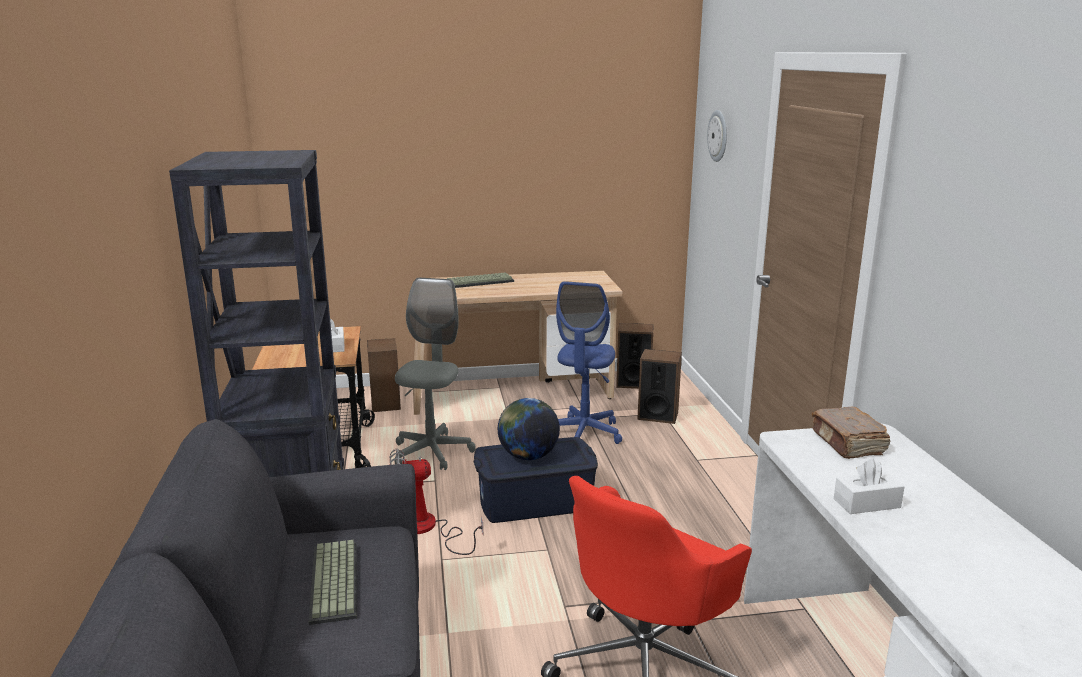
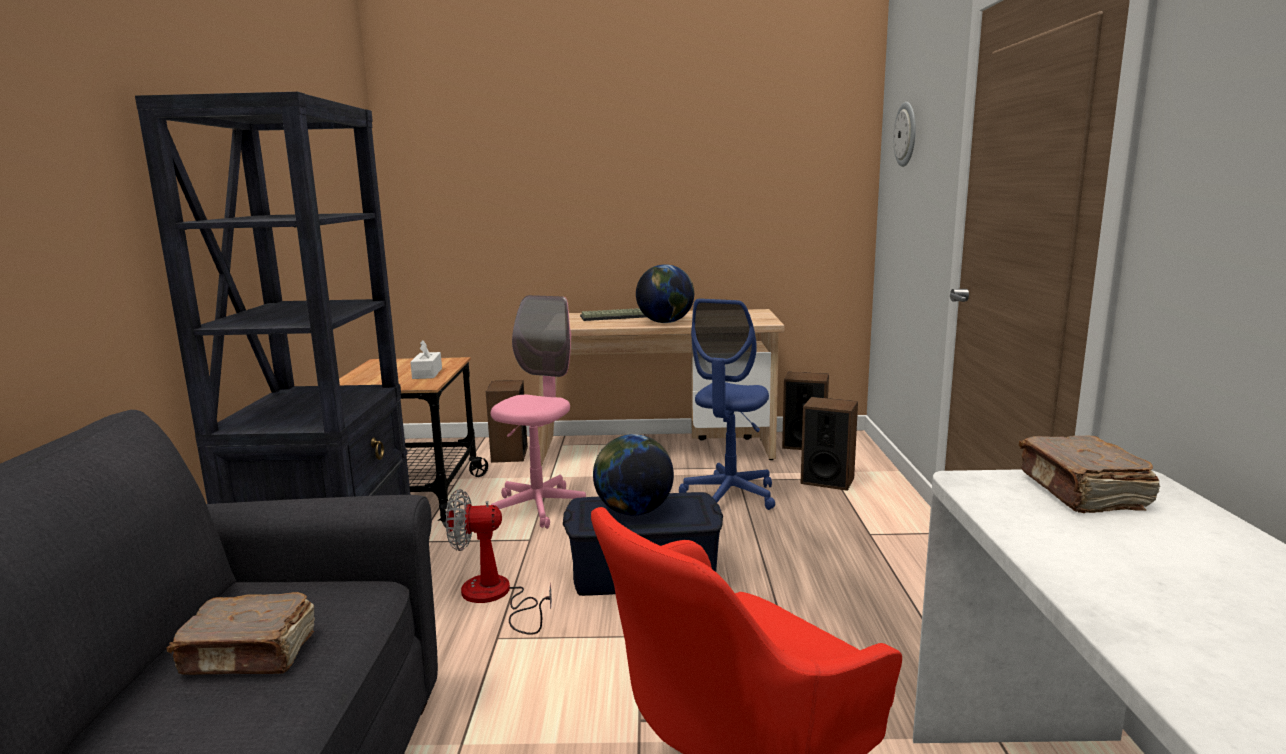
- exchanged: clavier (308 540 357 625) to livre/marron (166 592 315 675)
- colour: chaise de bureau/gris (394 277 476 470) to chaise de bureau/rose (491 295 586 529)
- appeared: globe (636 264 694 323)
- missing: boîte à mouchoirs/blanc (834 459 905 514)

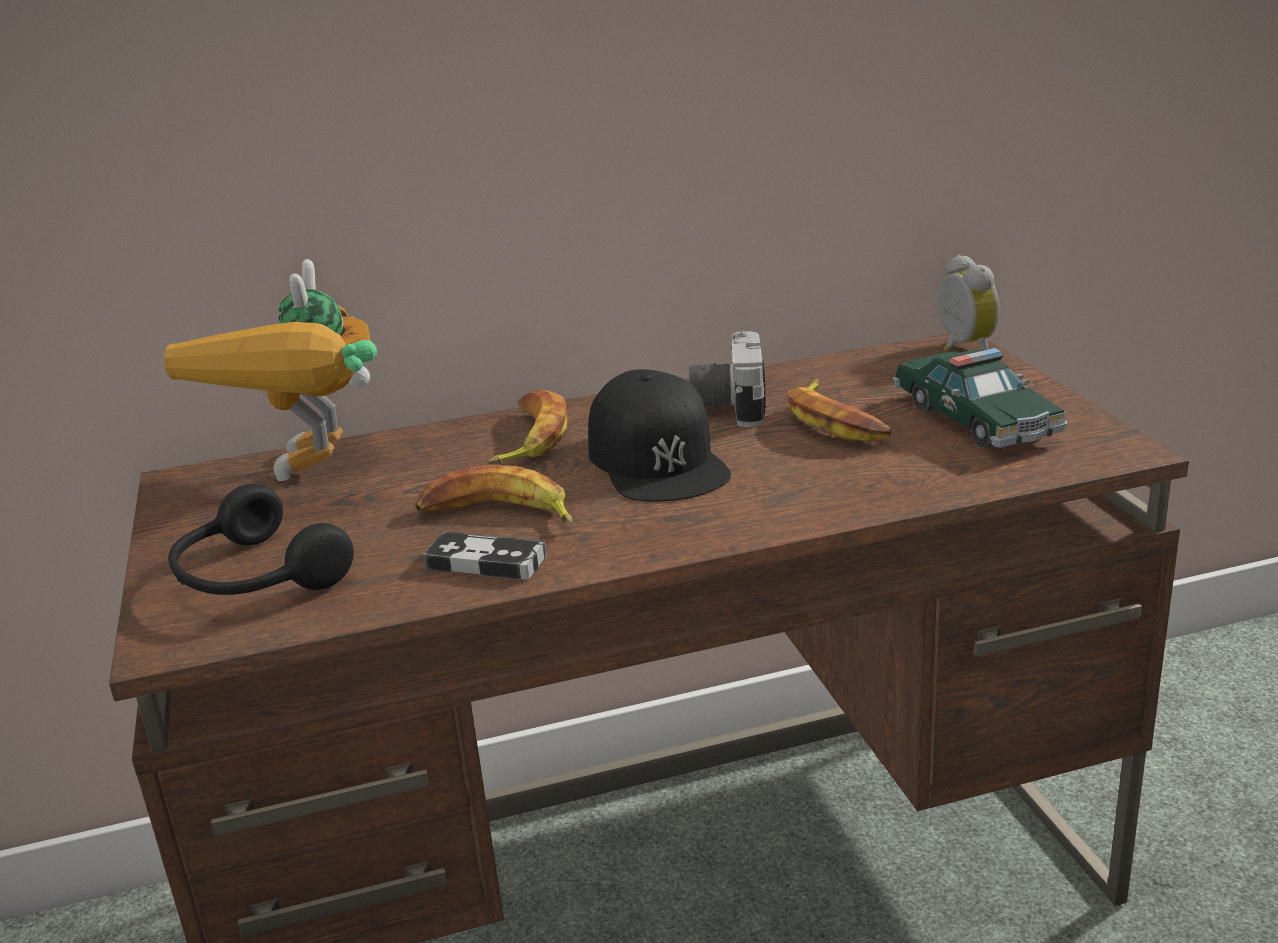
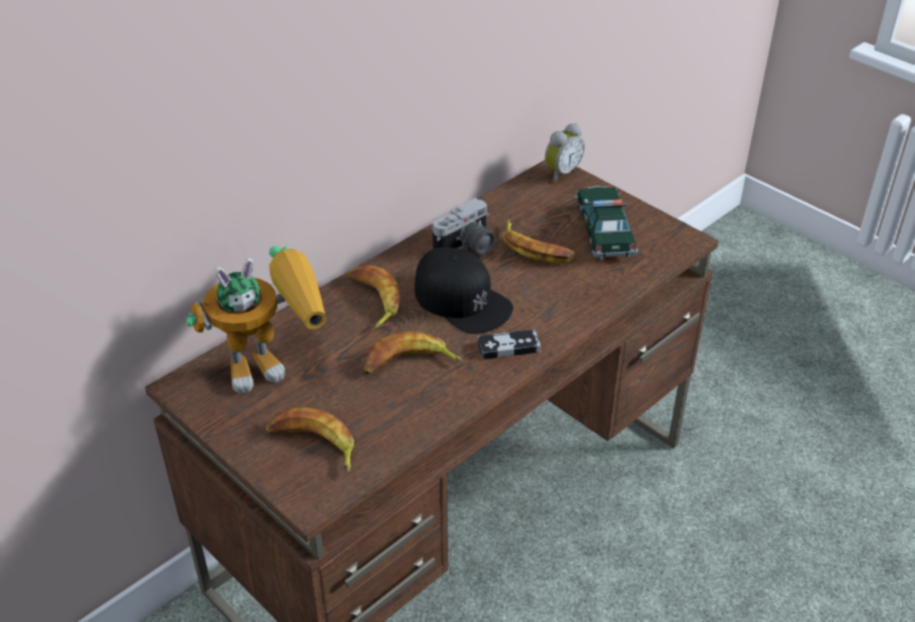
- spun: robot jouet (164 259 377 481) = (186 246 327 394) 90 degrees counterclockwise
- exchanged: casque audio/noir (168 484 354 595) to banane (265 407 354 473)
- spun: appareil photo (689 331 766 427) = (432 198 495 255) 105 degrees counterclockwise
- relocated: manette (423 531 547 580) to (477 329 541 360)
- spun: réveil (939 255 999 351) = (545 123 585 182) 90 degrees clockwise
- spun: petite voiture (893 348 1068 448) = (575 186 638 260) 135 degrees counterclockwise

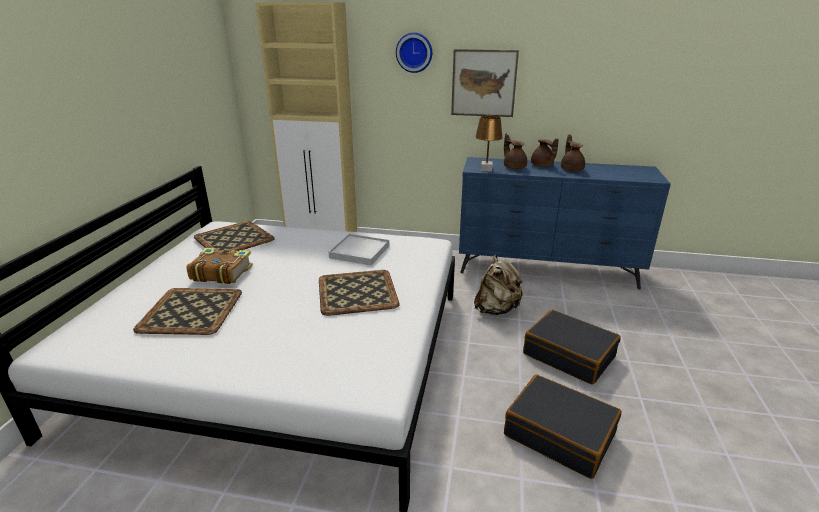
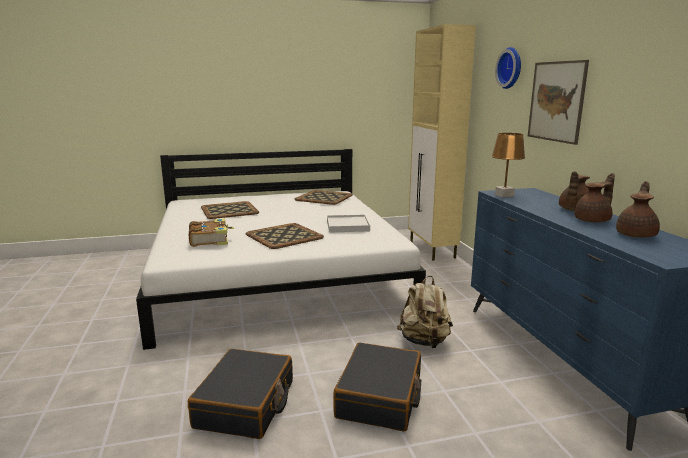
- relocated: livre (187 248 253 284) to (189 218 234 247)
- relocated: théière/marron (504 133 527 169) to (616 181 660 238)

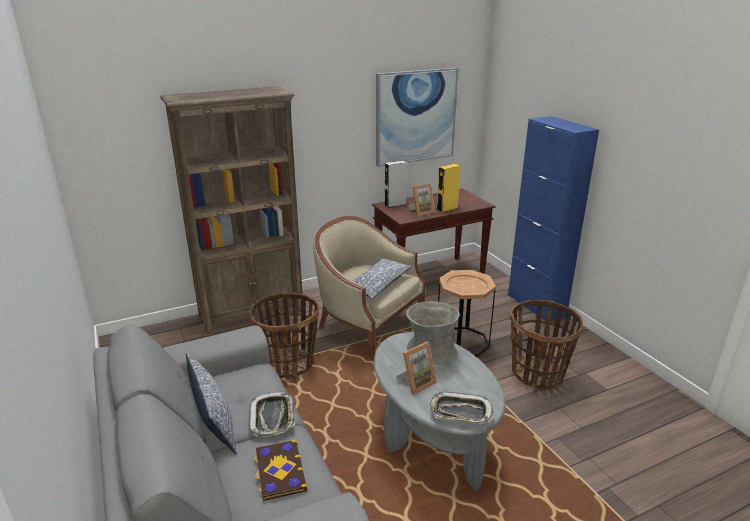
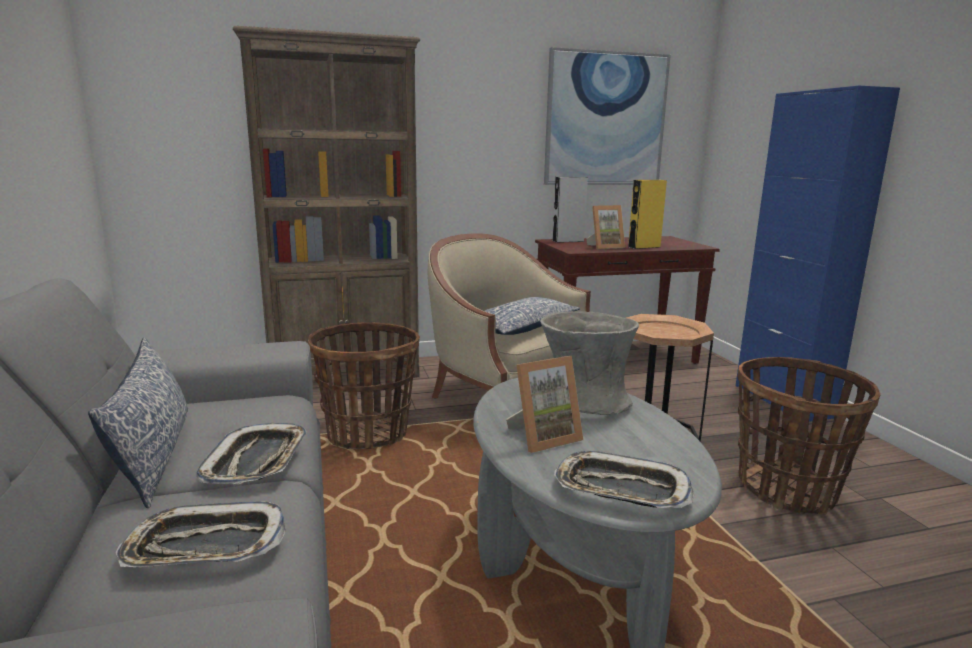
- exchanged: livre (252 440 308 501) to plateau (115 501 286 567)

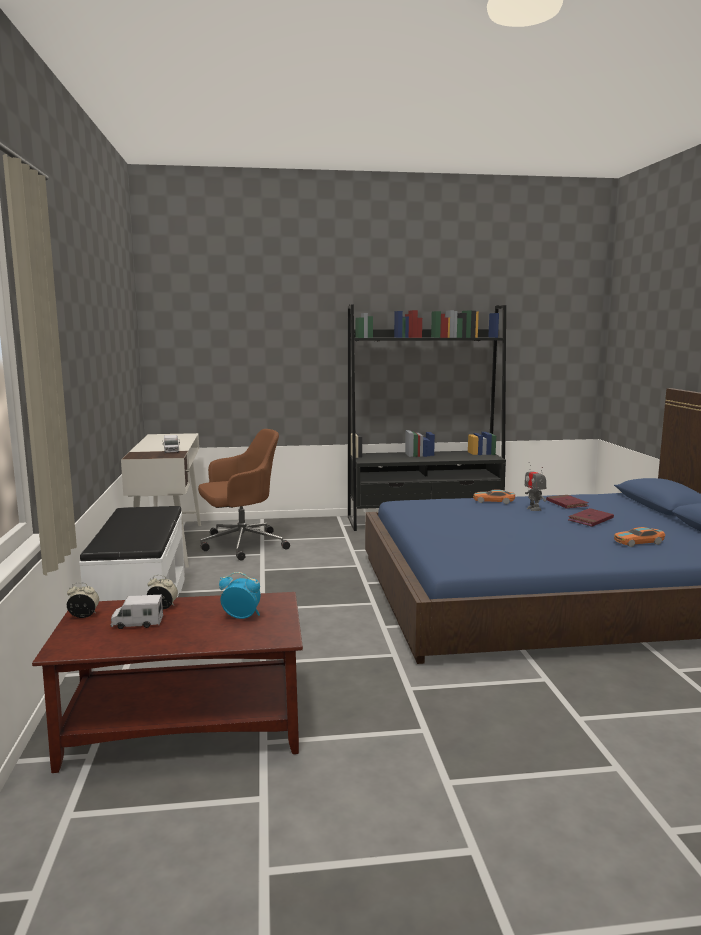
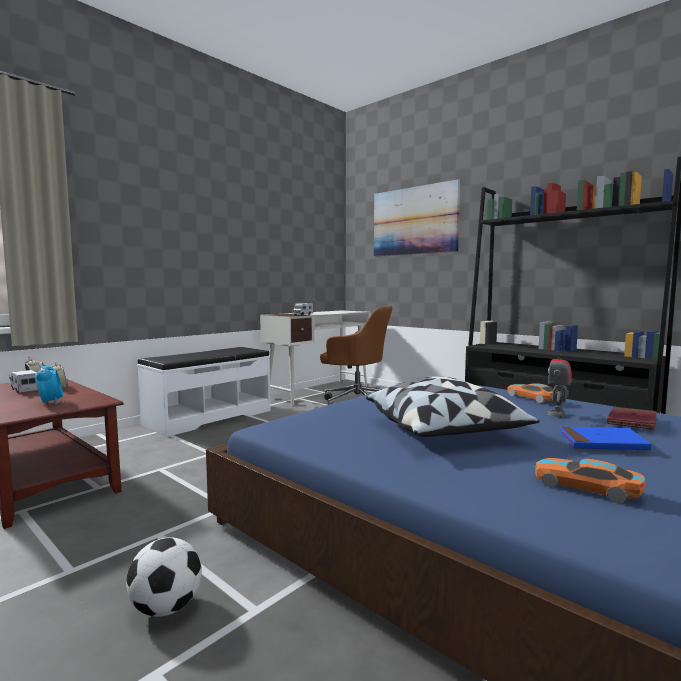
- appeared: ballon de foot (126 537 202 617)
- appeared: coussin (366 377 540 437)
- appeared: tableau (374 179 460 256)
- colour: livre/rouge (568 508 614 527) to livre/bleu (559 427 651 450)

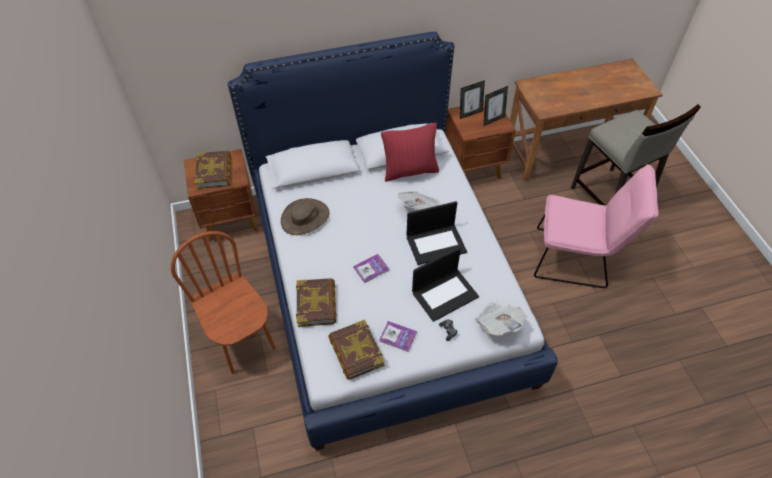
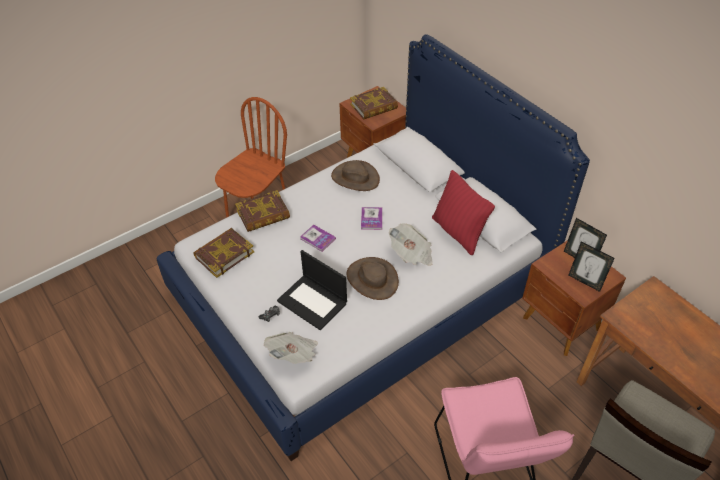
- exchanged: ordinateur portable (407 201 467 265) to chapeau/marron (347 257 399 300)
- relocated: livre (379 321 417 352) to (361 207 382 230)

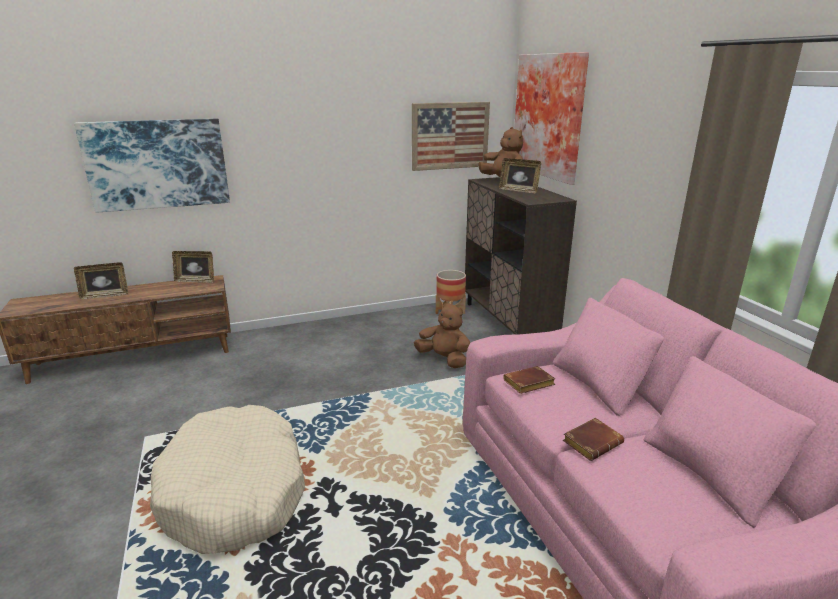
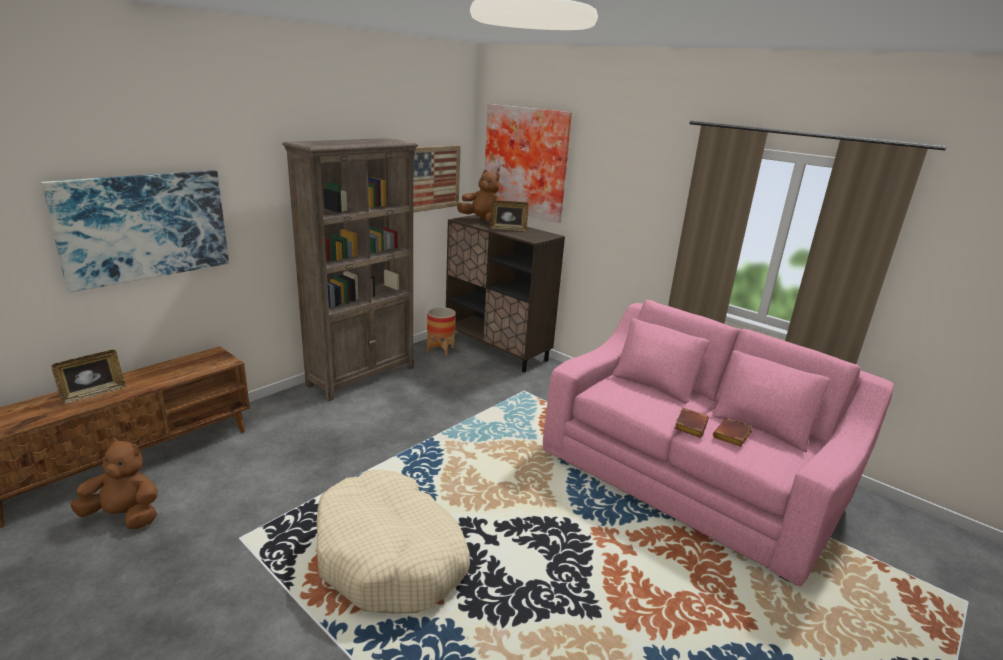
- relocated: peluche/marron (414 301 470 368) to (71 438 158 529)
- appeared: bibliothèque/marron (282 138 418 401)
- relocated: livre/marron (503 366 556 394) to (713 418 753 447)
- missing: cadre photo (172 251 214 283)

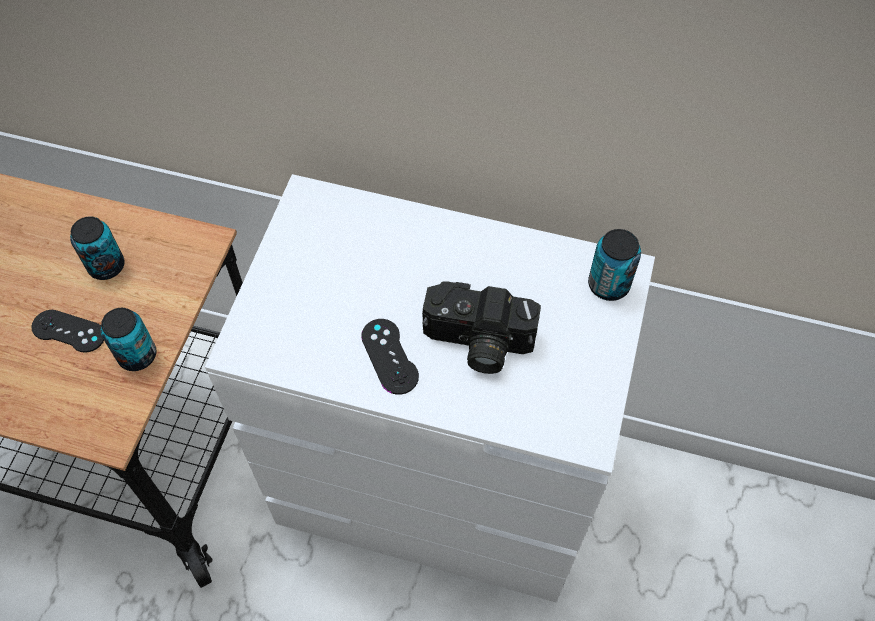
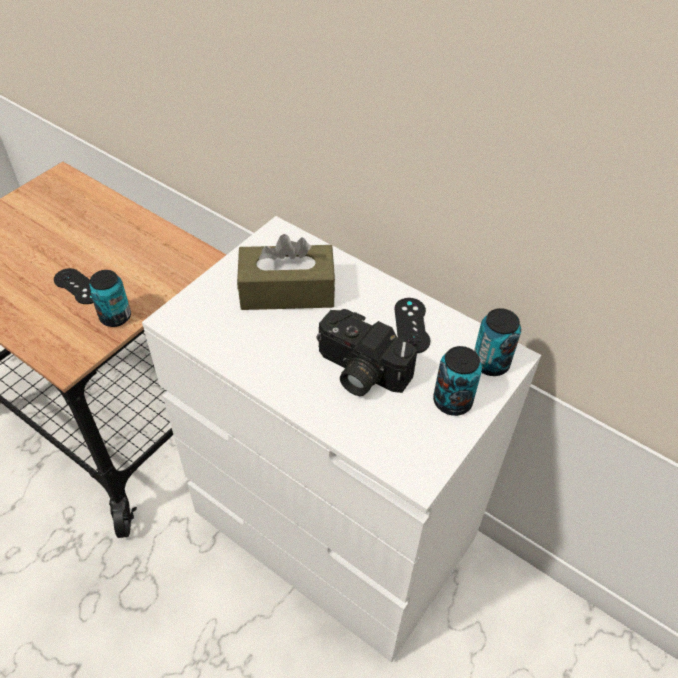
- appeared: boîte à mouchoirs/marron (237 234 335 310)
- relocated: manette/noir (361 319 419 395) to (394 298 431 353)
- relocated: boîte métallique (70 216 125 280) to (433 346 482 416)

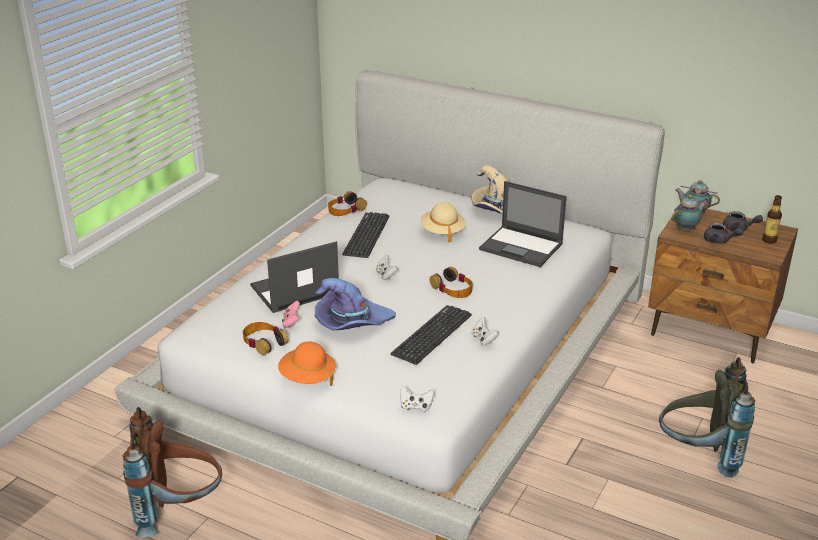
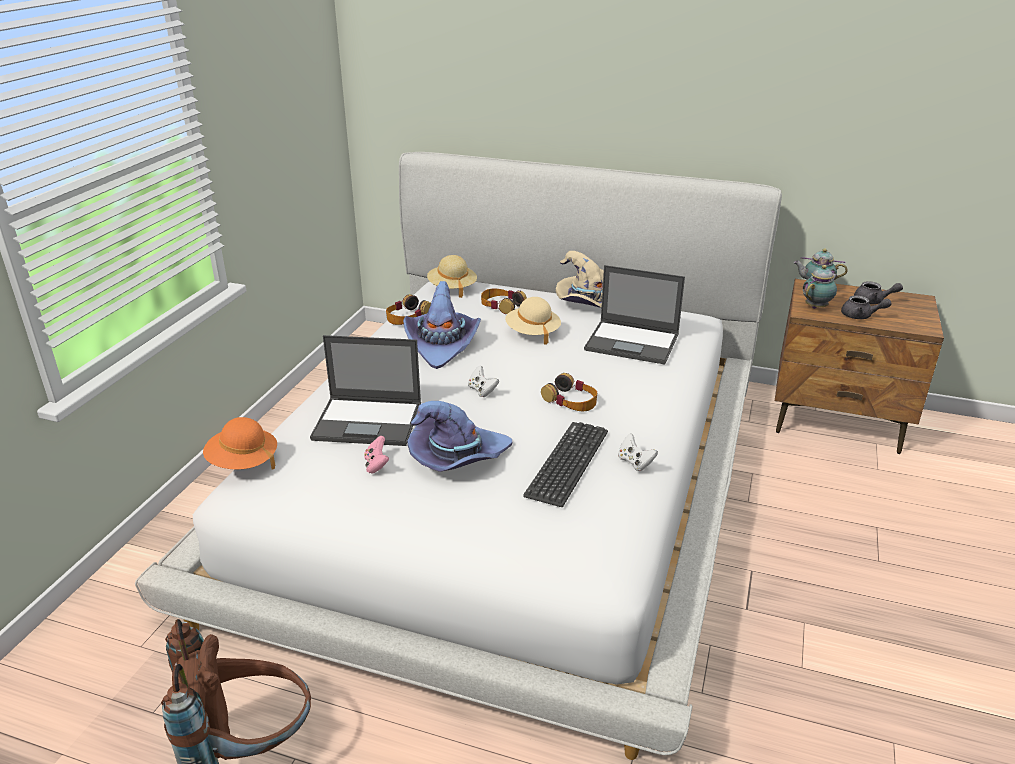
- relocated: chapeau/orange (278 341 336 386) to (203 417 277 470)
- spun: ordinateur portable (250 241 339 313) = (310 335 421 446) 135 degrees counterclockwise
- exchanged: clavier (342 212 390 258) to chapeau/violet (403 281 481 369)
- appeared: chapeau/beige (427 255 477 298)
- relocated: casque audio (243 322 288 355) to (481 289 527 314)
- missing: manette/blanc (400 386 434 412)
- missing: sac à dos/gris (659 357 755 478)
- missing: bouteille (762 195 782 244)

